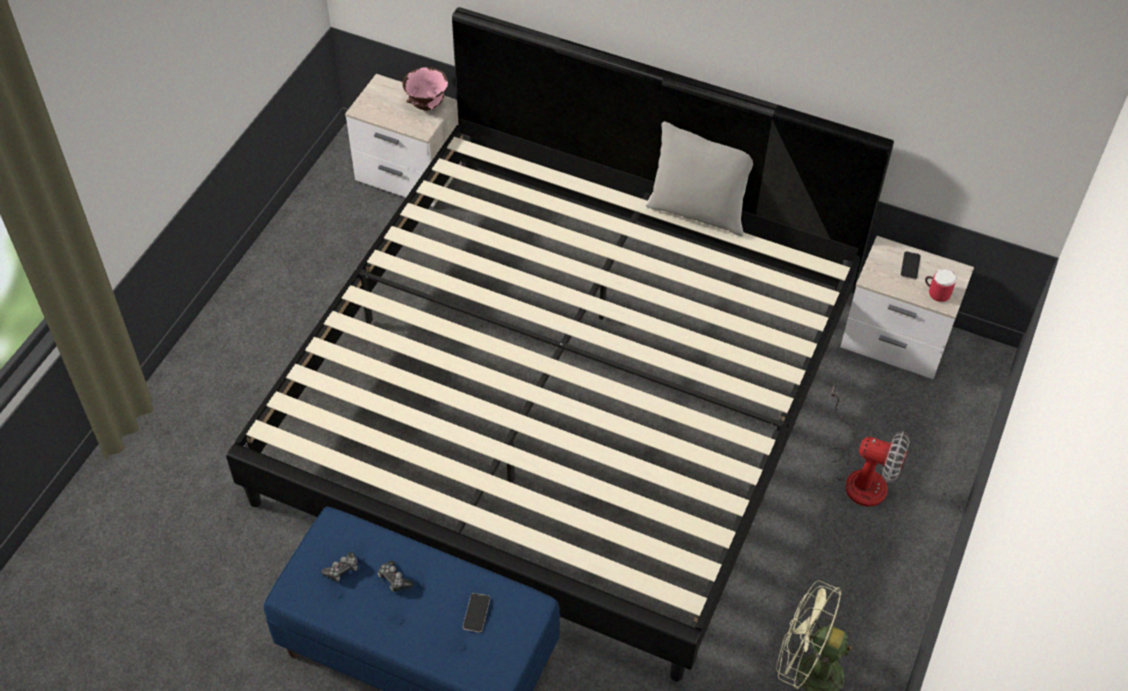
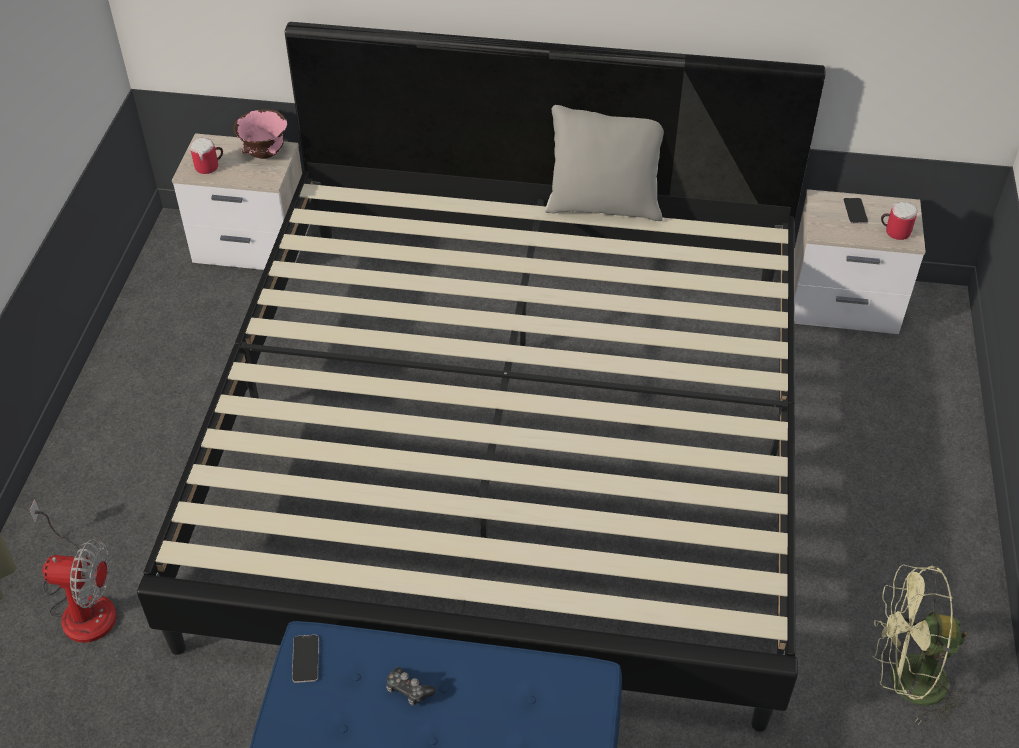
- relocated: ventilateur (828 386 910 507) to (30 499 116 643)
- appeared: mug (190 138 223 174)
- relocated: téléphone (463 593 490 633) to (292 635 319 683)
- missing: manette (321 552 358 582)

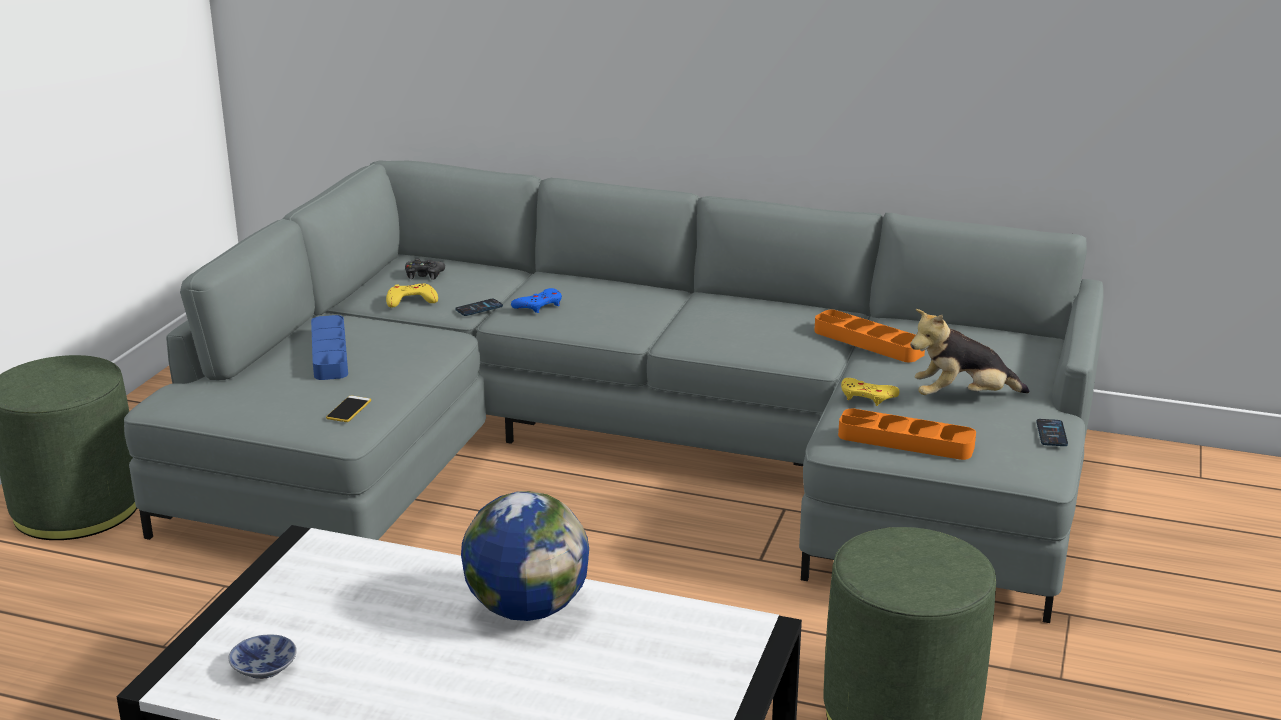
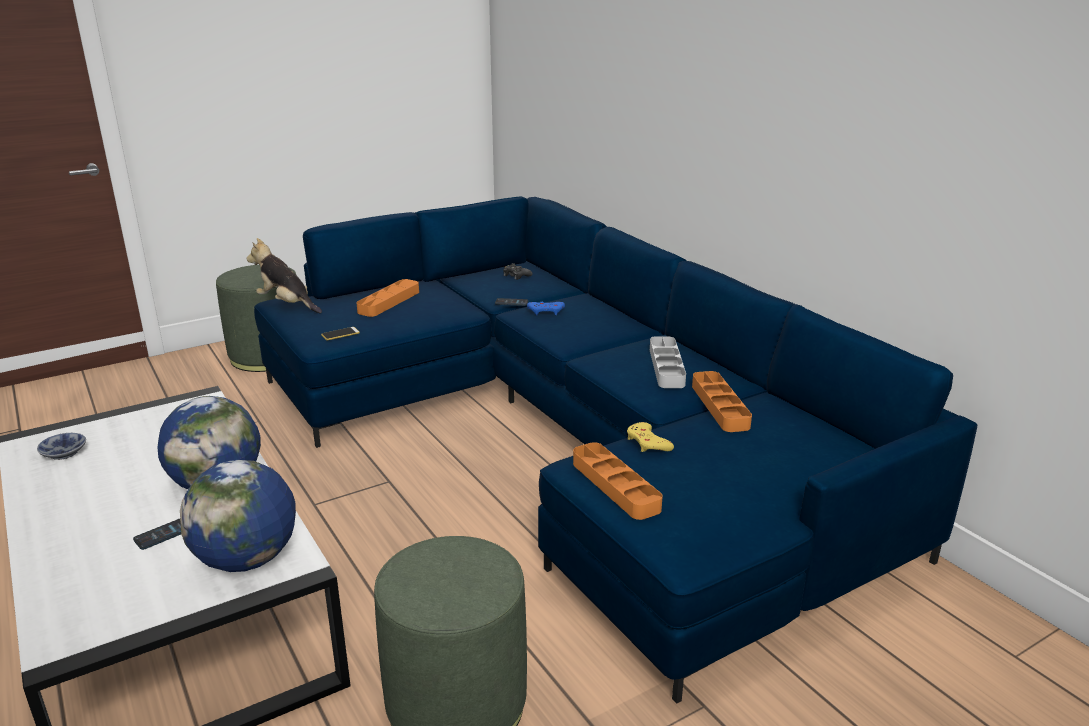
- relocated: téléphone (1037 419 1068 446) to (133 519 181 550)
- appeared: globe (180 460 296 572)
- relocated: peluche (910 309 1029 395) to (246 238 322 313)
- colour: canapé/gris (124 160 1104 623) to canapé/bleu (254 196 977 704)
- colour: plateau/bleu (311 315 348 380) to plateau/orange (356 279 419 317)
- appeared: plateau/gris (650 336 686 388)
- missing: manette/jaune (386 283 438 308)

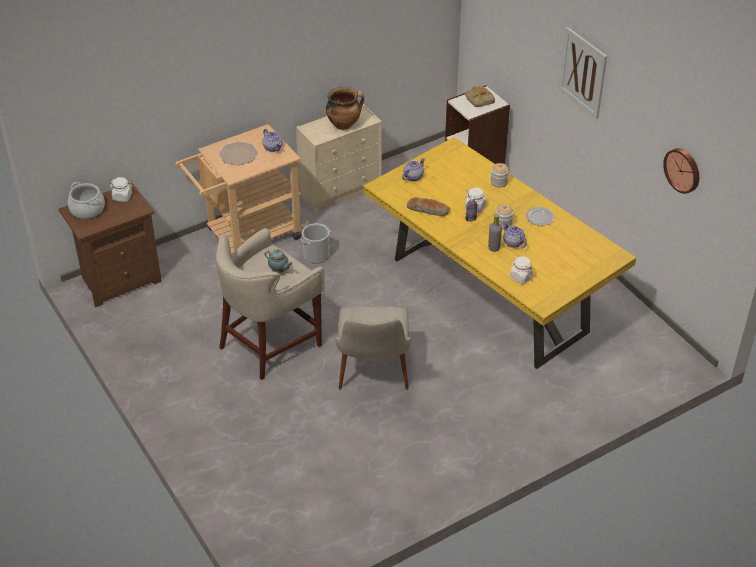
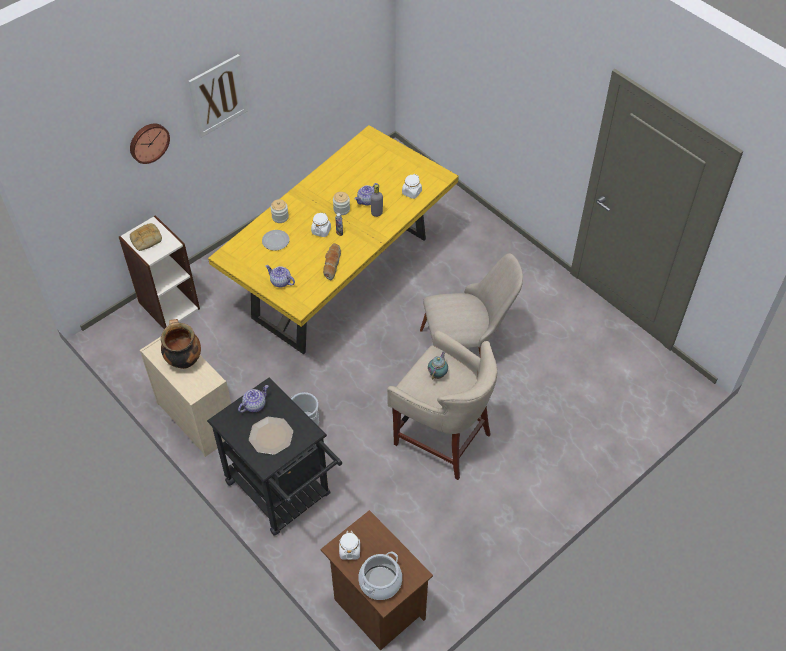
- relocated: horloge murale (663 148 699 194) to (130 124 170 164)
- colour: chariot/beige (175 124 302 254) to chariot/noir (207 377 342 536)
- relocated: assiette (526 207 554 226) to (262 230 289 251)

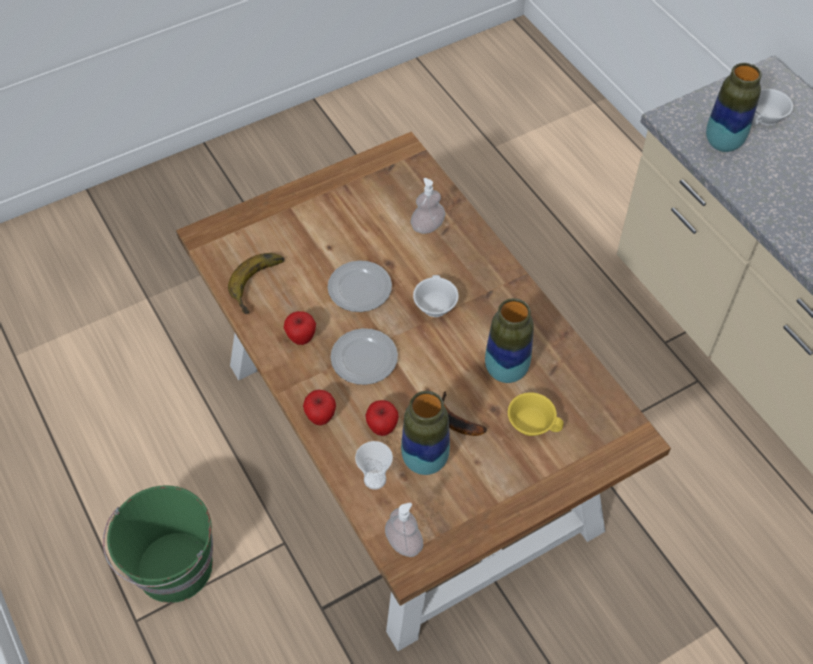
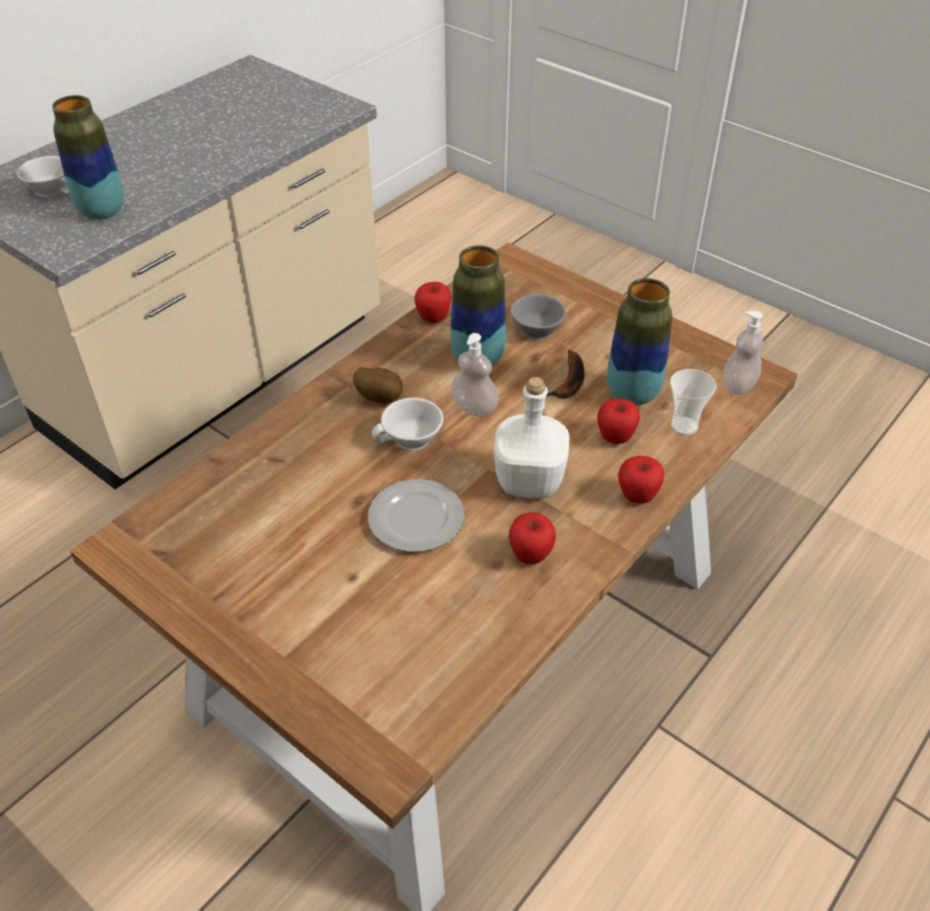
- appeared: pomme de terre (353 367 403 404)
- appeared: pomme (414 282 451 323)
- relocated: distributeur de savon (411 178 445 234) to (451 333 499 417)
- exchanged: assiette (330 328 398 385) to bouteille/blanc (494 377 569 498)
- colour: tasse/jaune (508 392 564 436) to tasse/gris (511 293 566 340)
- missing: seau/vert (103 485 213 603)
- missing: banane (228 253 284 314)

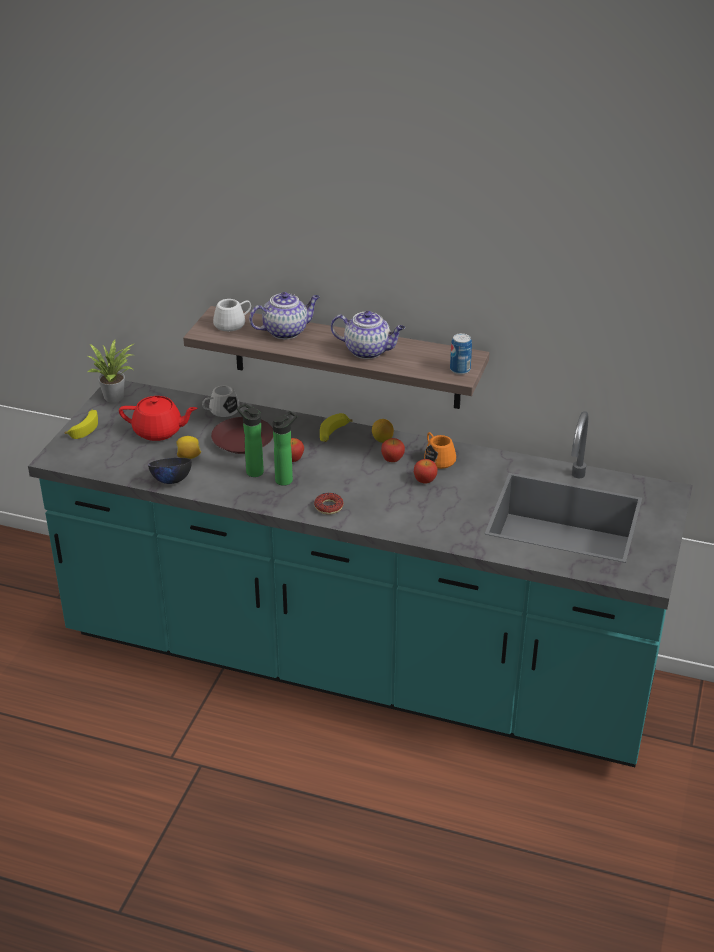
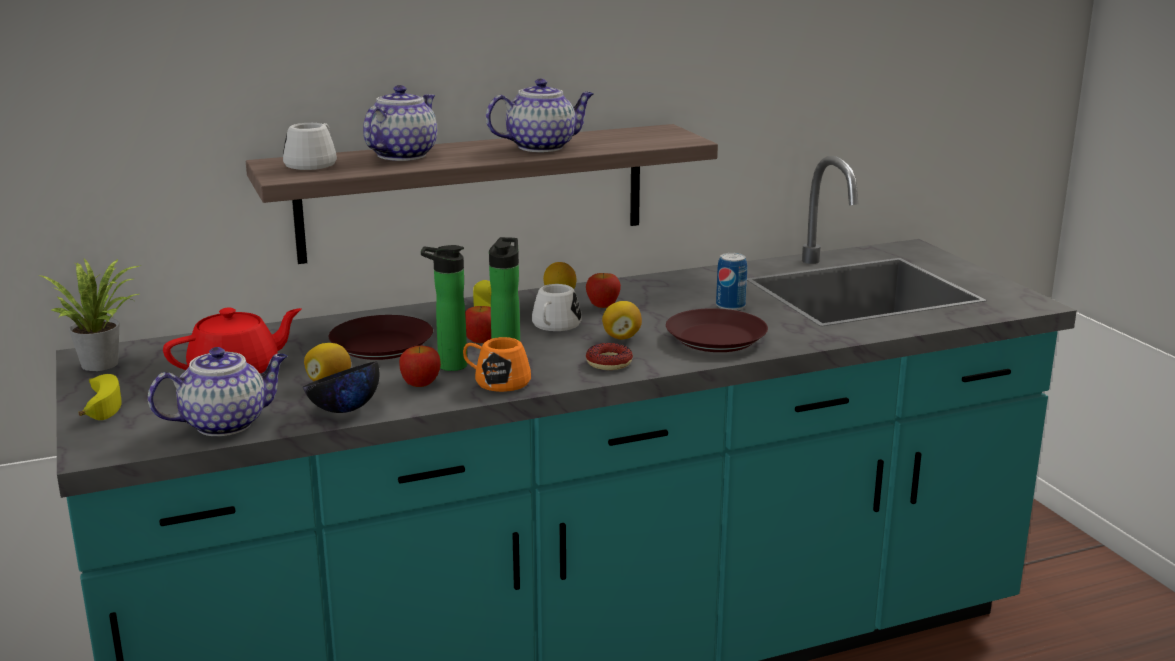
- appeared: théière (148 347 287 436)
- relocated: pomme (414 459 438 484) to (399 346 441 387)
- relocated: mug/orange (424 432 456 469) to (463 337 531 392)
- relocated: mug/blanc (202 386 240 417) to (532 284 582 331)
- appeared: citron (602 301 642 340)
- appeared: assiette/marron (666 308 768 352)
- relocated: boîte métallique (450 333 472 375) to (716 253 747 311)

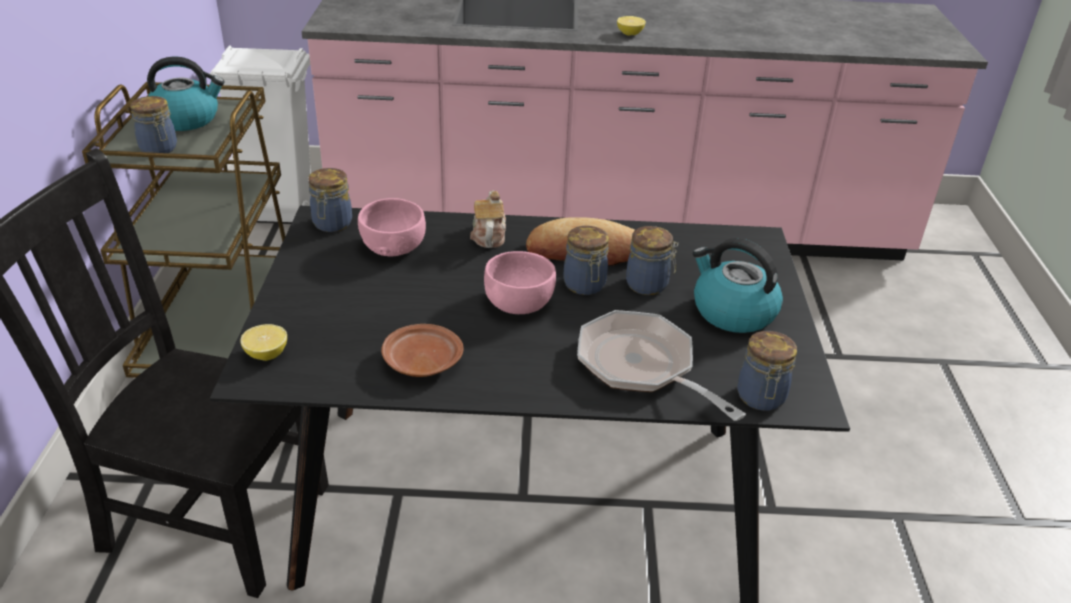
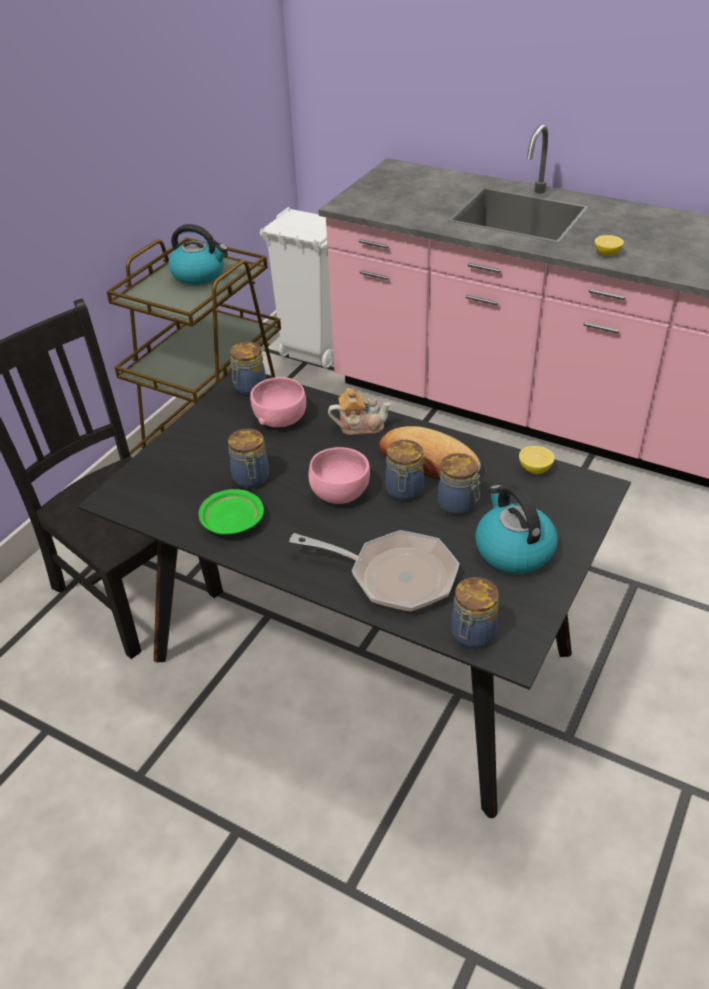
- colour: assiette/marron (381 324 464 377) to assiette/vert (199 489 264 535)
- relocated: bocal (130 96 177 153) to (228 429 269 488)
- spun: poêle (577 310 746 421) = (289 530 459 612) 120 degrees clockwise
- spun: théière (470 190 506 248) = (328 388 391 435) 60 degrees clockwise
- relocated: citron (240 324 287 361) to (519 446 555 474)

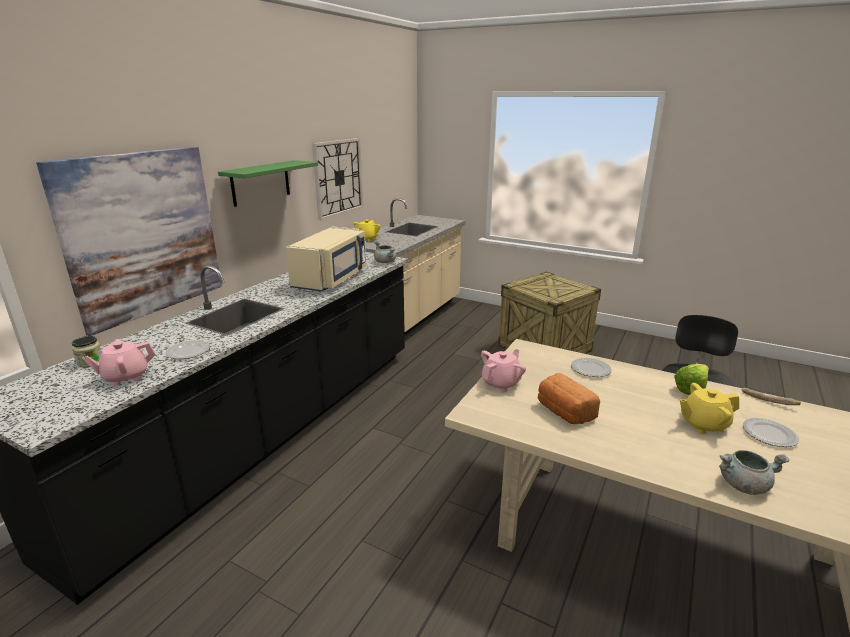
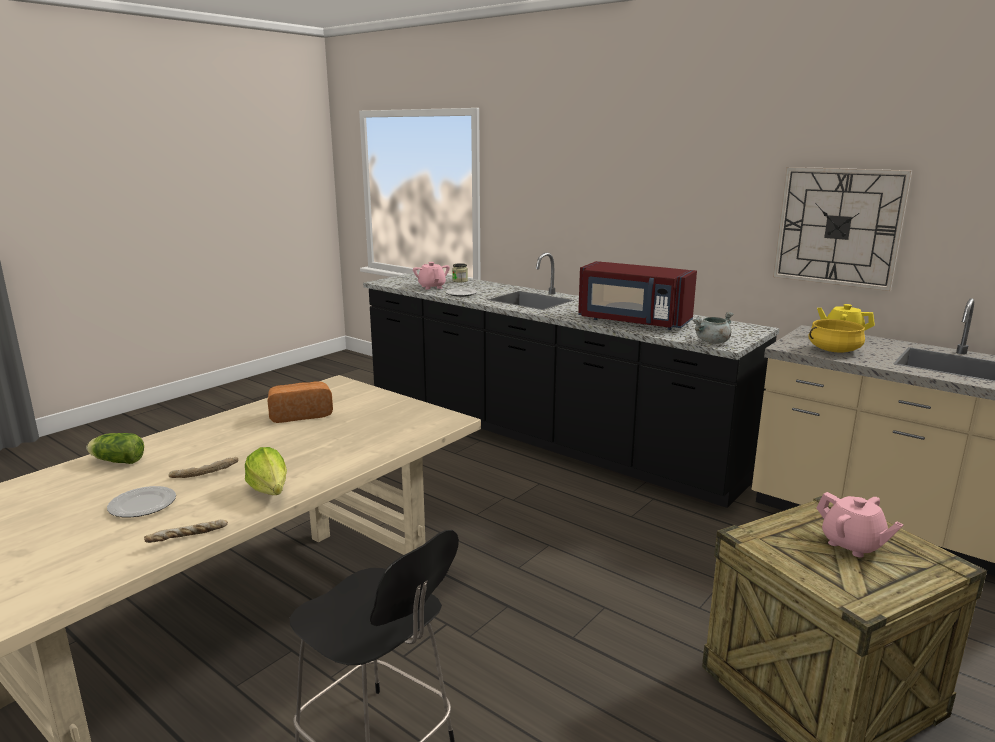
- exchanged: marmite/gris (719 450 790 495) to laitue (86 433 144 464)
- exchanged: théière/jaune (680 383 739 434) to pain (168 457 238 478)
- colour: micro-ondes/beige (286 226 366 291) to micro-ondes/rouge (578 261 697 330)
- appeared: marmite/jaune (808 319 865 353)
- relocated: théière/rose (481 349 526 392) to (817 492 904 557)
- missing: tableau (36 147 222 336)
- missing: étagère/vert (218 160 318 207)
- missing: assiette (571 358 612 377)

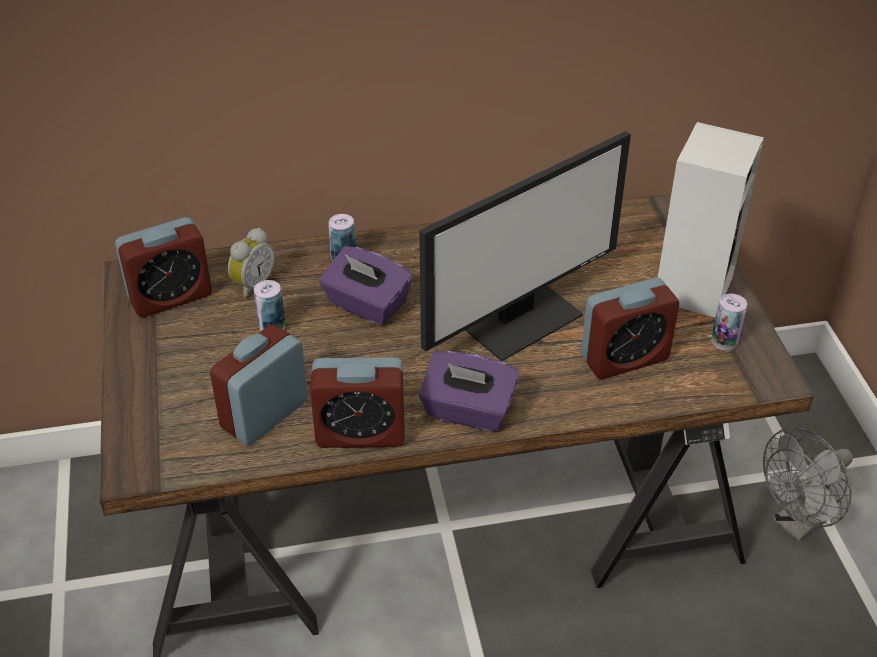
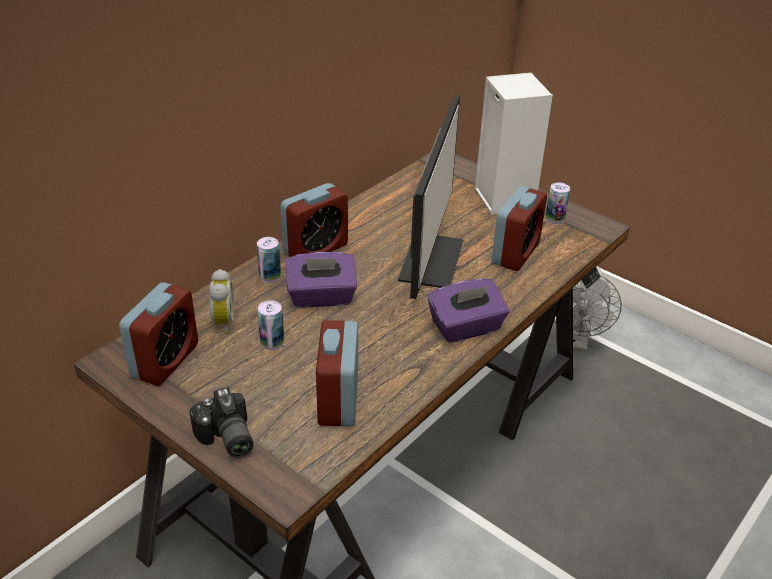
- appeared: appareil photo (190 387 253 458)
- relocated: réveil (310 357 404 448) to (280 183 348 257)

